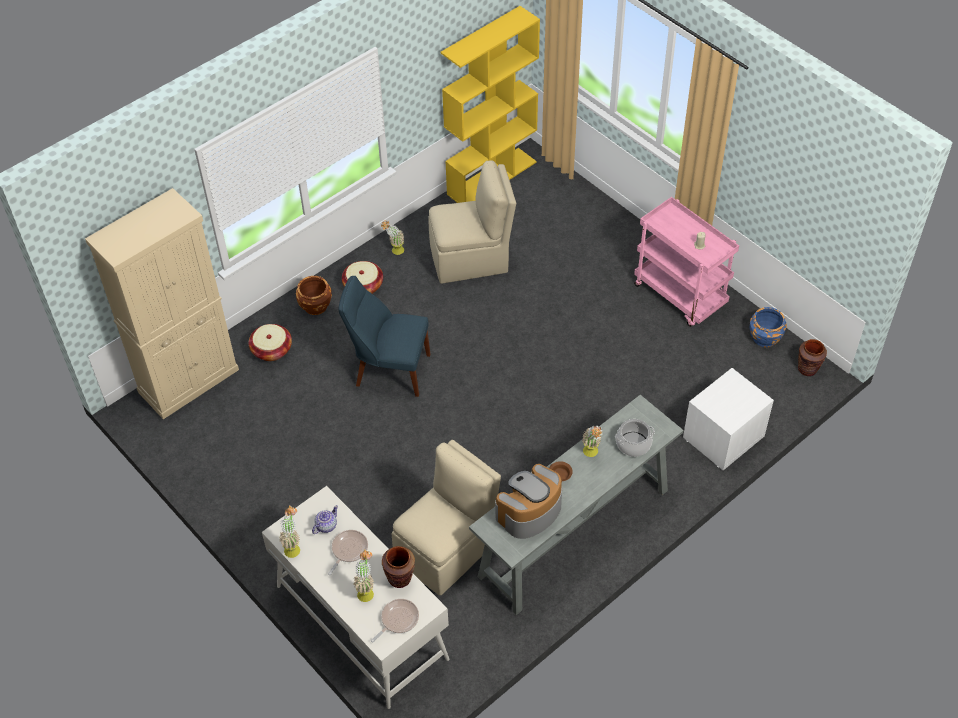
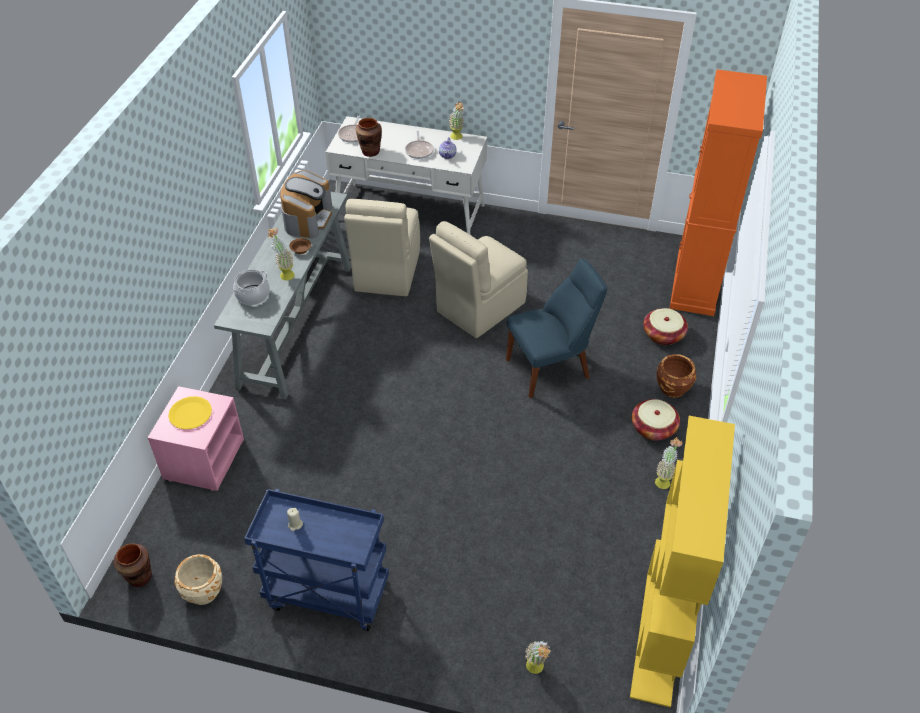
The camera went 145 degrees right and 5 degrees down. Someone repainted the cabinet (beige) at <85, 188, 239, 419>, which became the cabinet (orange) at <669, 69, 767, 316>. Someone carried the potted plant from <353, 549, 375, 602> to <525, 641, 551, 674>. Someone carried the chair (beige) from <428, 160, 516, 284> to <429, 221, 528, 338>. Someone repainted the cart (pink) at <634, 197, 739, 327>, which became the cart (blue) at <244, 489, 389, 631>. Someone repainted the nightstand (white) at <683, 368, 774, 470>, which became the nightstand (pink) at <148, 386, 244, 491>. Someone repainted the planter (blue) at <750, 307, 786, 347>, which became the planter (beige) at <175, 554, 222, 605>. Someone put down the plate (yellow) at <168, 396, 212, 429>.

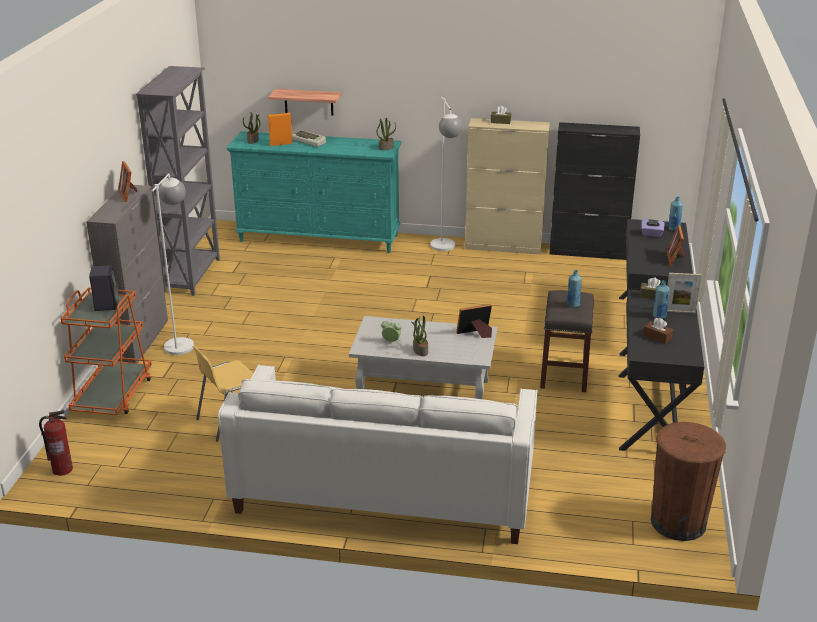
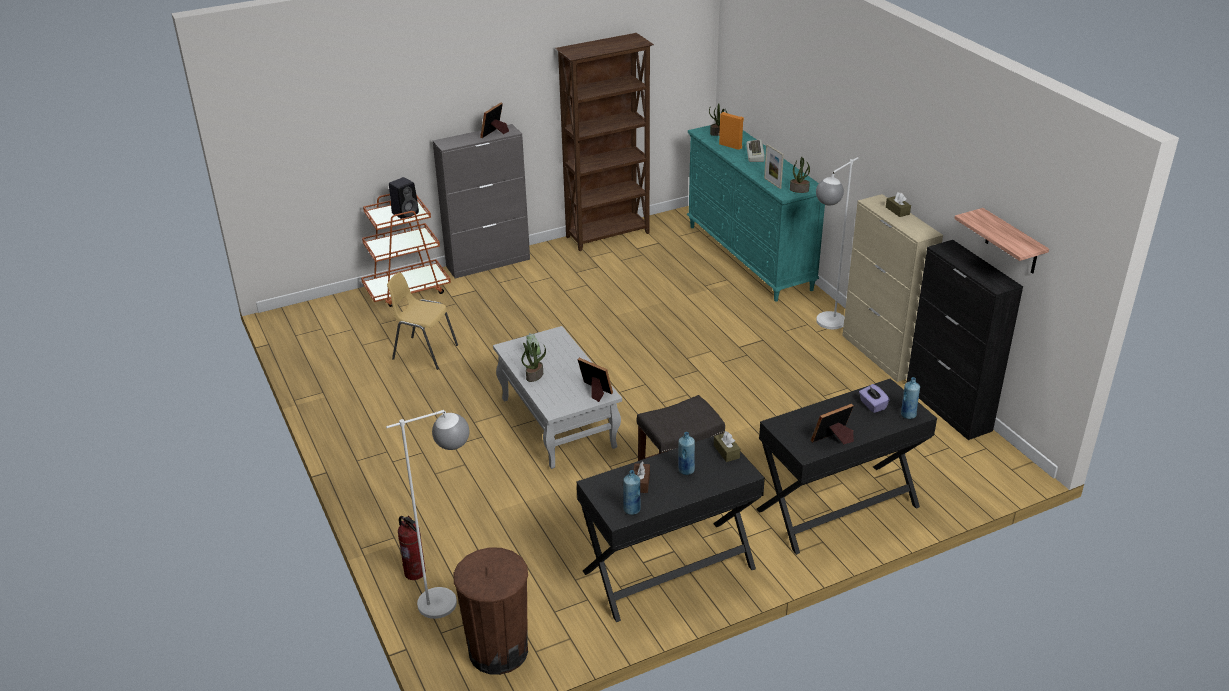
The camera went 55 degrees right and 5 degrees up. Someone carried the fire extinguisher from <39, 410, 73, 476> to <398, 516, 426, 580>. Someone repainted the bookcase (grey) at <136, 66, 220, 296>, which became the bookcase (brown) at <555, 33, 654, 251>. Someone carried the floor lamp (white) from <151, 173, 194, 355> to <386, 410, 470, 619>. Someone took away the sofa (white) at <218, 365, 538, 544>. Someone carried the shelf from <268, 89, 342, 116> to <954, 208, 1049, 274>. Someone carried the bottle (blue) from <567, 270, 582, 308> to <623, 470, 640, 515>. Someone carried the picture frame from <667, 273, 701, 313> to <764, 144, 784, 189>.

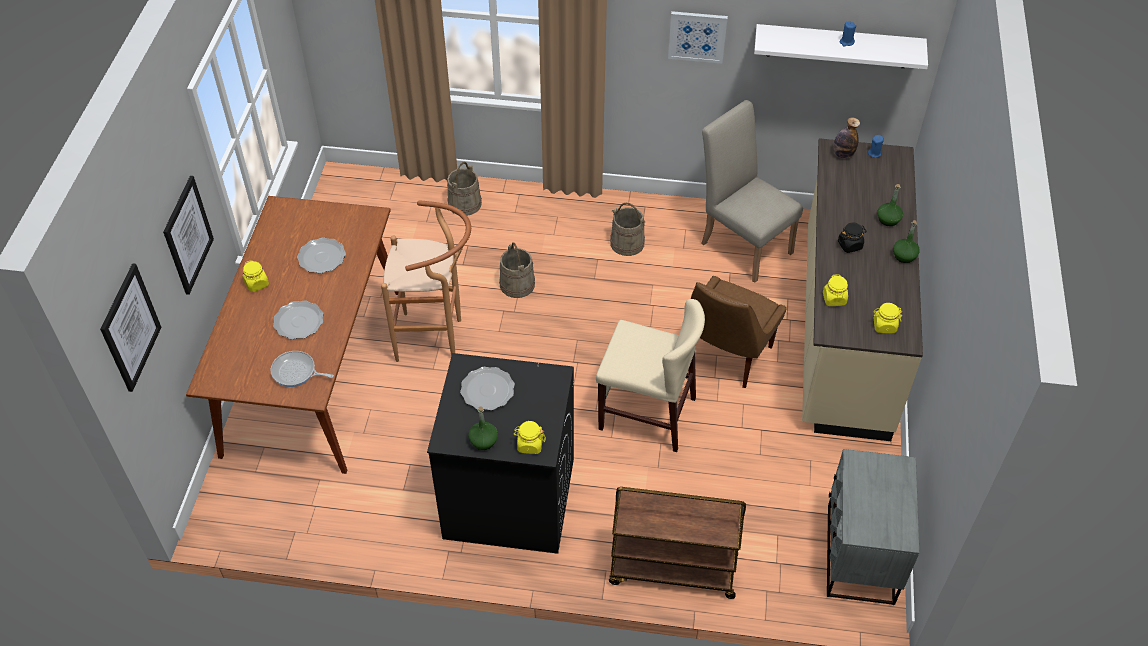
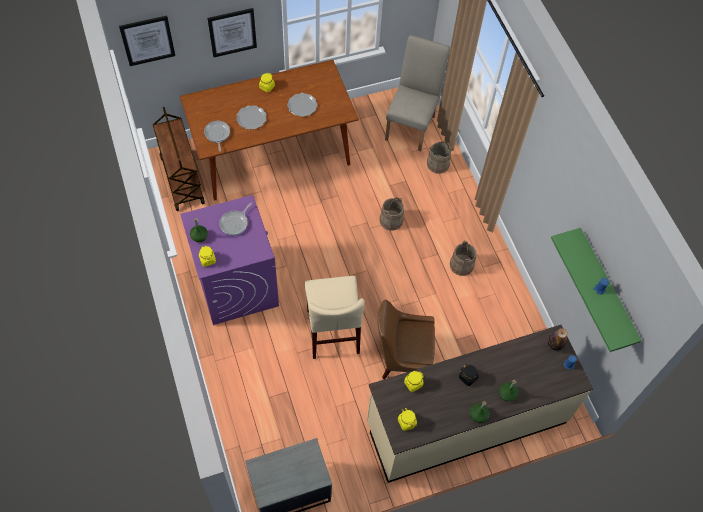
The camera went 60 degrees right and 10 degrees up. Someone took away the stool (brown) at <381, 200, 471, 362>. Someone repainted the washing machine (black) at <427, 353, 574, 554>, which became the washing machine (purple) at <180, 195, 279, 325>. Someone swapped the plate at <460, 367, 515, 410> for the frying pan at <219, 203, 252, 236>. Someone carried the cart (brown) from <609, 487, 746, 599> to <153, 107, 205, 211>. Someone took away the picture at <668, 11, 728, 64>. Someone carried the chair (beige) from <701, 100, 803, 283> to <385, 35, 450, 151>. Someone repainted the shelf (white) at <754, 24, 928, 69>, which became the shelf (green) at <551, 228, 642, 352>.

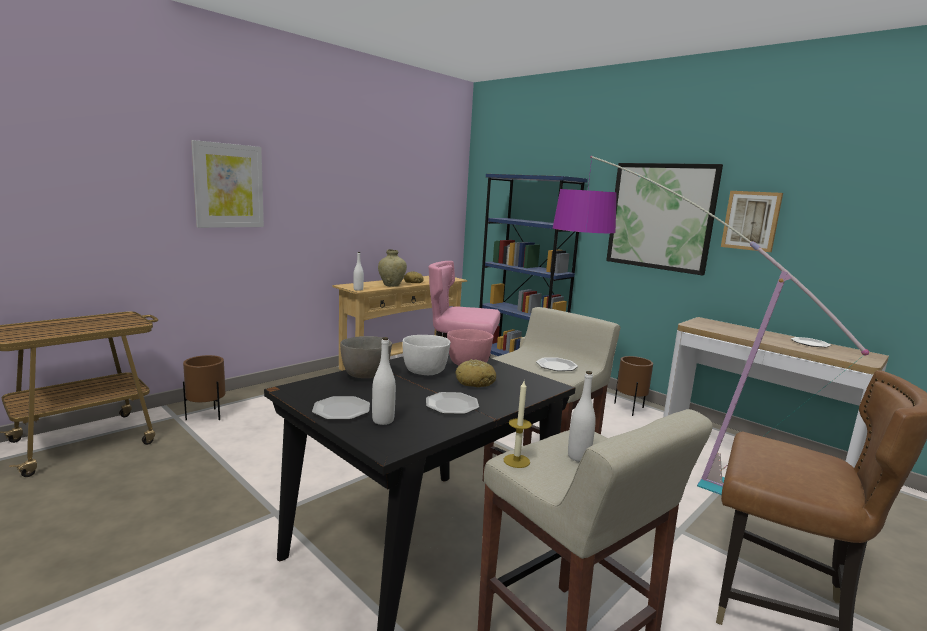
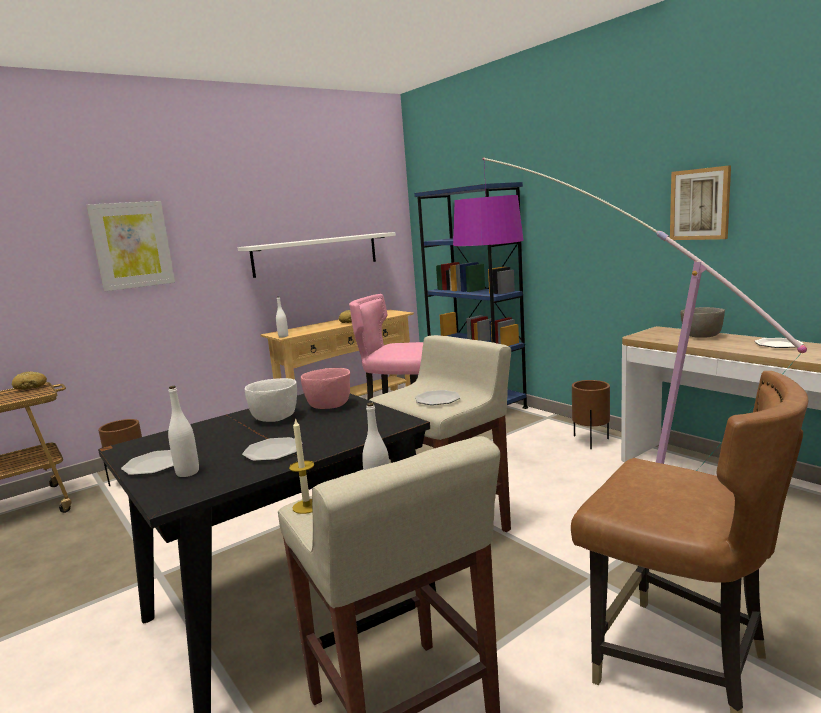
The camera went 10 degrees right and 0 degrees up. Someone carried the bowl (grey) from <340, 336, 392, 378> to <681, 307, 725, 338>. Someone took away the vase (beige) at <378, 249, 407, 287>. Someone carried the bread from <455, 359, 496, 387> to <12, 371, 47, 390>. Someone took away the picture at <606, 163, 723, 275>. Someone put up the shelf (white) at <237, 232, 396, 278>.

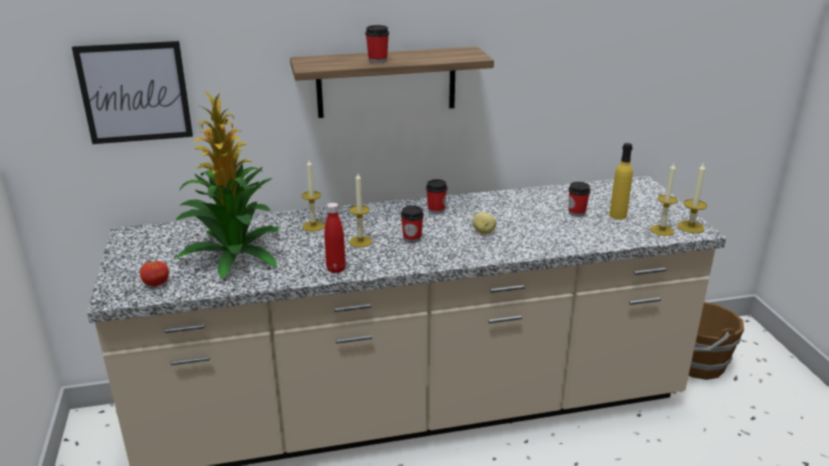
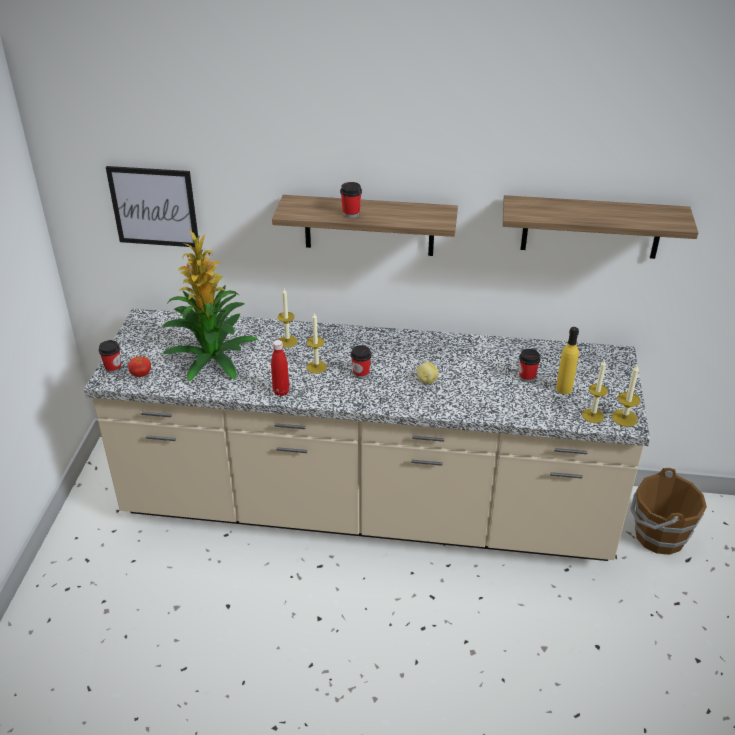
The camera went 20 degrees right and 10 degrees up. Someone carried the cup from <426, 179, 447, 214> to <99, 340, 121, 373>. Someone put up the shelf at <503, 195, 698, 259>.

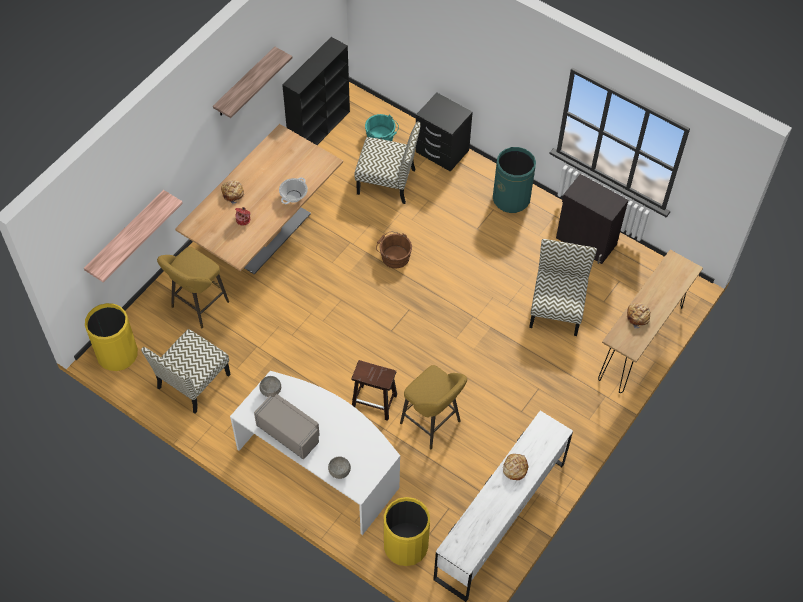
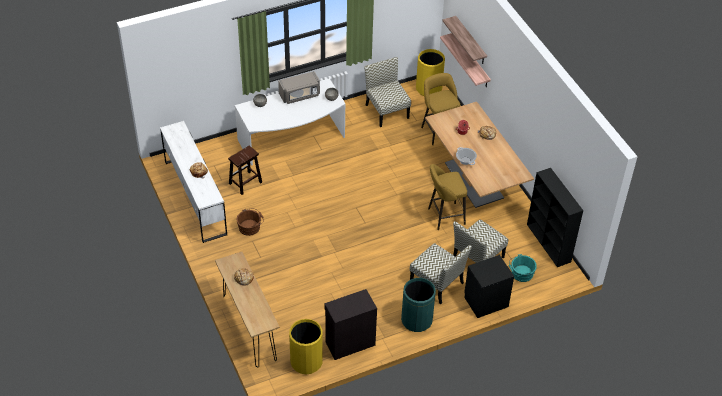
The camera went 120 degrees right and 10 degrees down. Someone carried the shelf from <213, 47, 292, 118> to <442, 16, 487, 64>. Someone carried the stool (brown) from <351, 360, 397, 421> to <228, 146, 262, 195>. Someone carried the bucket (brown) from <376, 232, 412, 269> to <237, 209, 264, 236>. Someone carried the trash can (yellow) from <384, 497, 430, 566> to <289, 319, 323, 375>. Someone carried the stool (yellow) from <400, 365, 467, 449> to <428, 164, 467, 230>. Someone carried the chair from <529, 239, 597, 336> to <410, 243, 472, 304>.

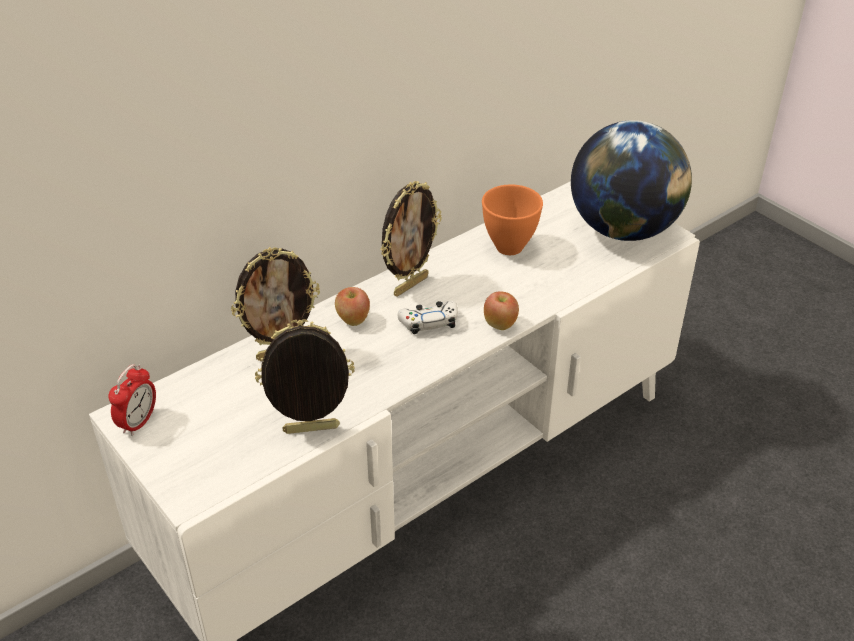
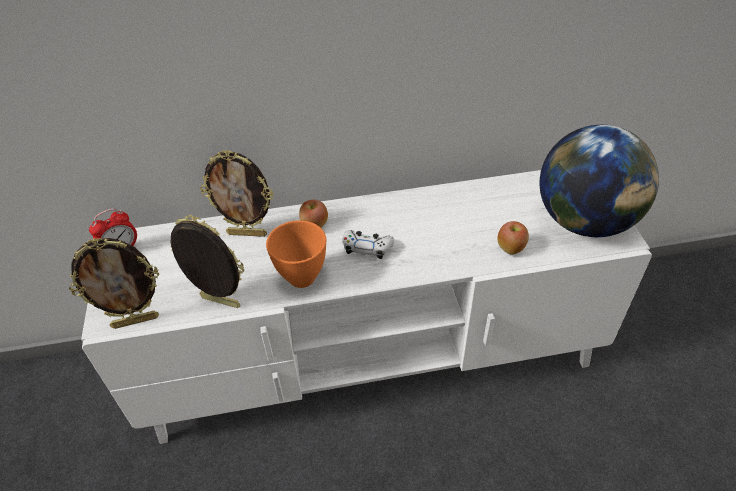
The camera went 30 degrees right and 5 degrees up. Someone carried the picture frame from <380, 181, 442, 297> to <69, 238, 159, 329>. Someone carried the bowl (orange) from <482, 185, 543, 255> to <266, 220, 326, 288>. Someone carried the apple from <484, 291, 519, 330> to <498, 221, 529, 254>.

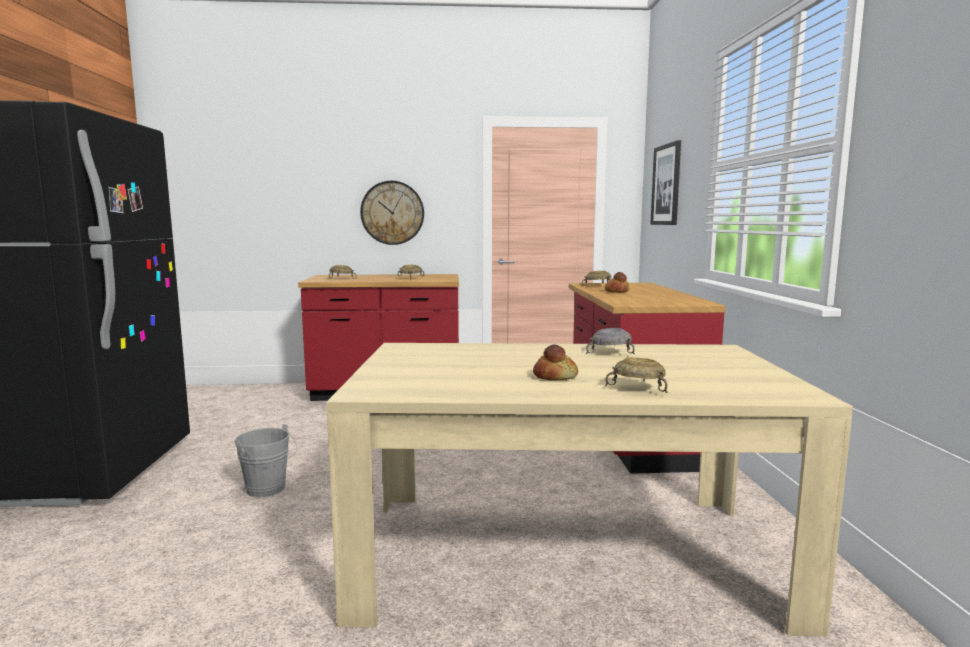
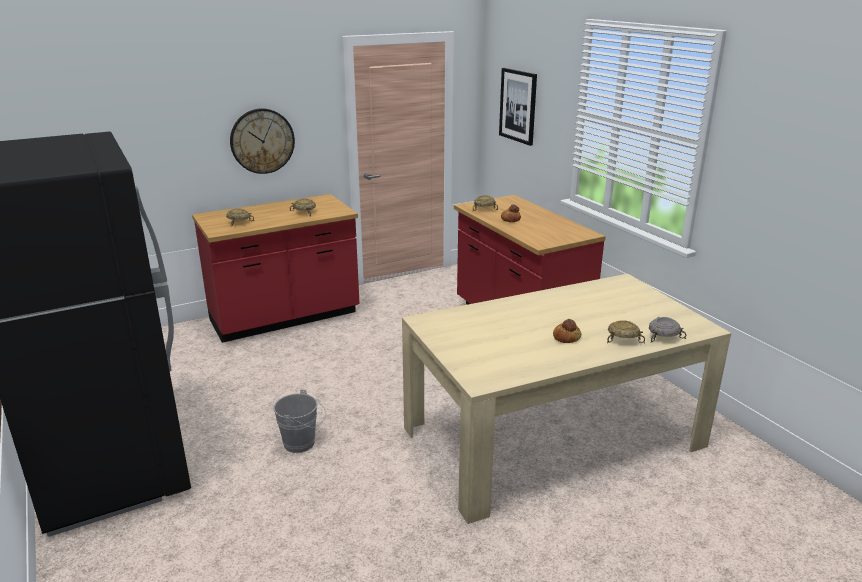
The camera went 25 degrees left and 15 degrees up. Someone carried the bowl (grey) from <586, 328, 635, 354> to <649, 317, 686, 343>.

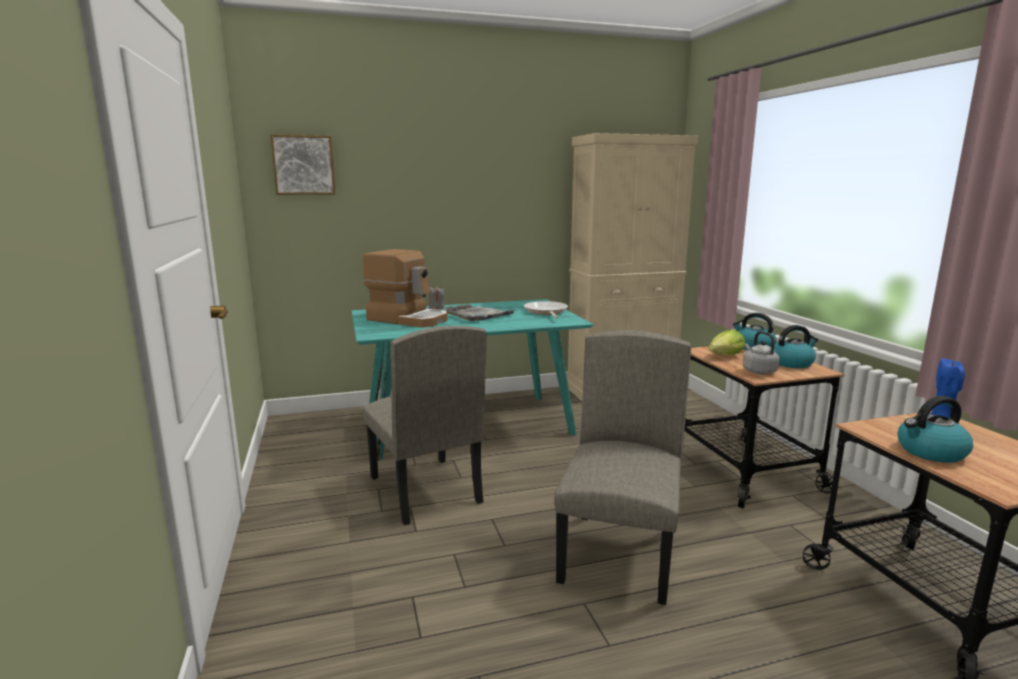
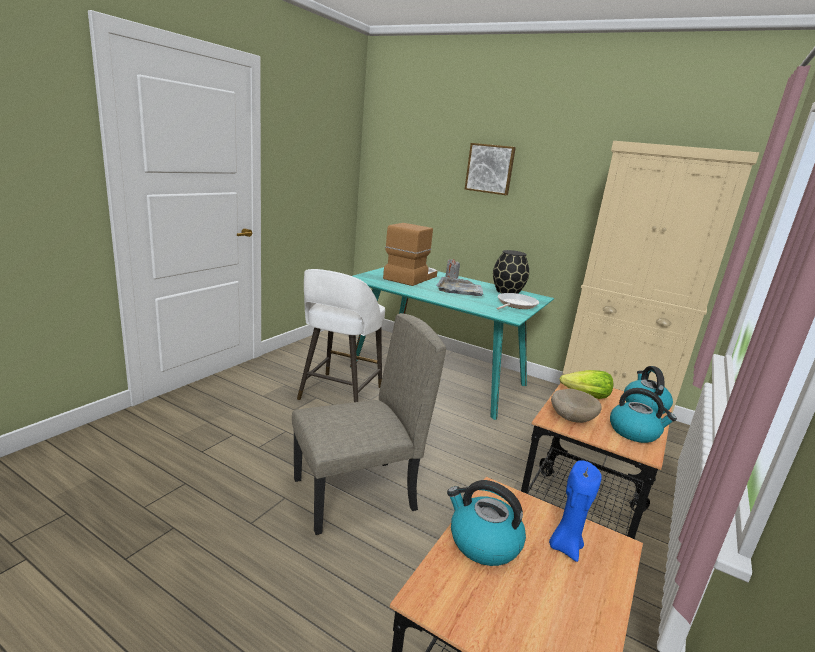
The camera went 45 degrees right and 5 degrees up. Someone carried the picture from <270, 135, 335, 195> to <465, 143, 516, 195>. Someone rotated the coffee machine at <363, 249, 448, 328> by 135 degrees counterclockwise. Someone swapped the chair (beige) at <363, 326, 487, 525> for the stool (white) at <297, 269, 385, 402>. Someone swapped the kettle (grey) at <743, 331, 780, 374> for the bowl (beige) at <551, 389, 601, 423>. Someone put down the vase (black) at <493, 250, 529, 294>.

